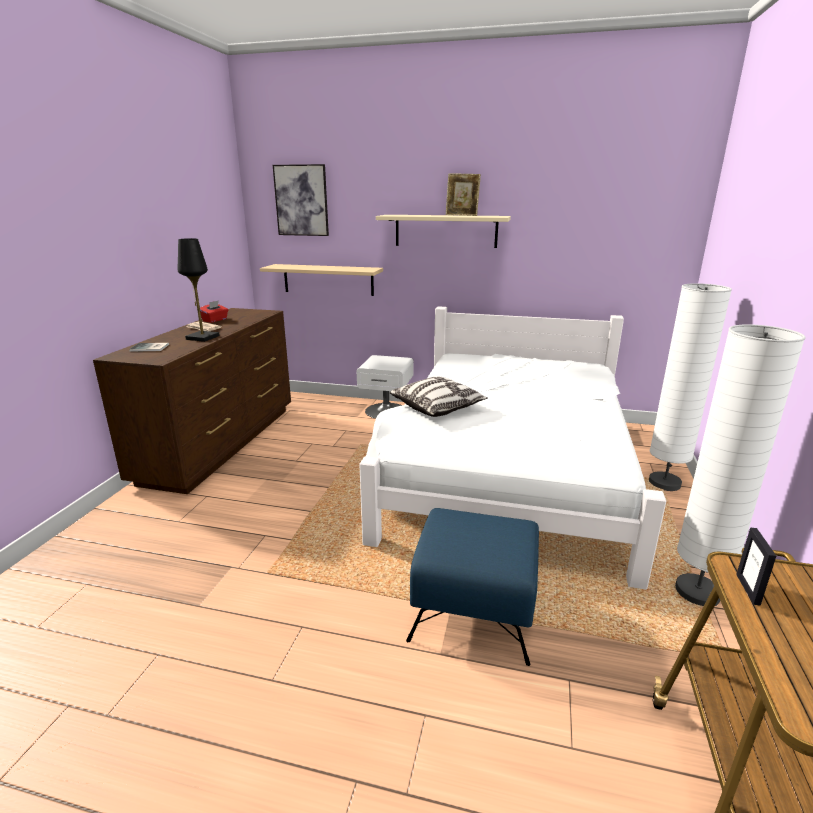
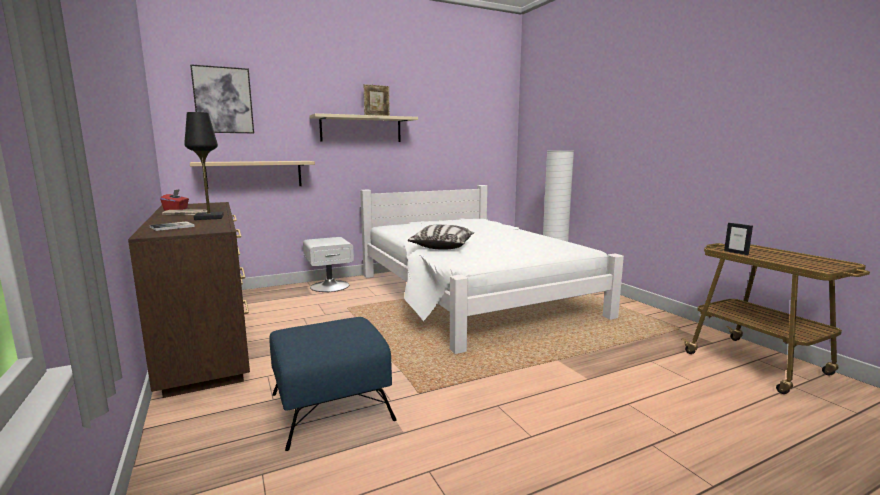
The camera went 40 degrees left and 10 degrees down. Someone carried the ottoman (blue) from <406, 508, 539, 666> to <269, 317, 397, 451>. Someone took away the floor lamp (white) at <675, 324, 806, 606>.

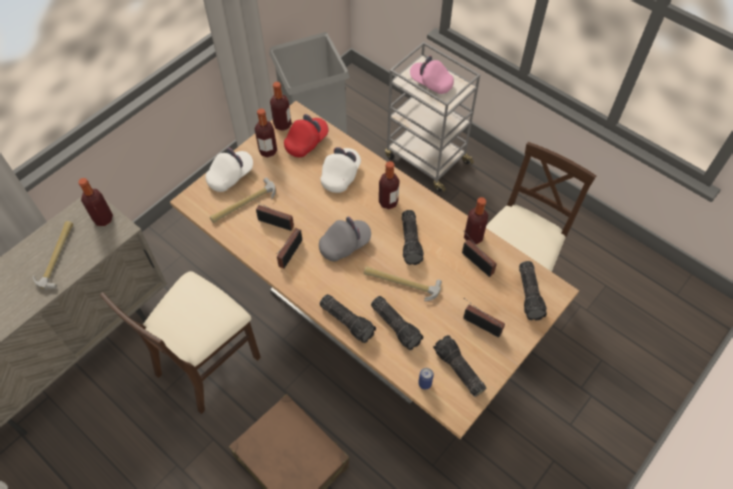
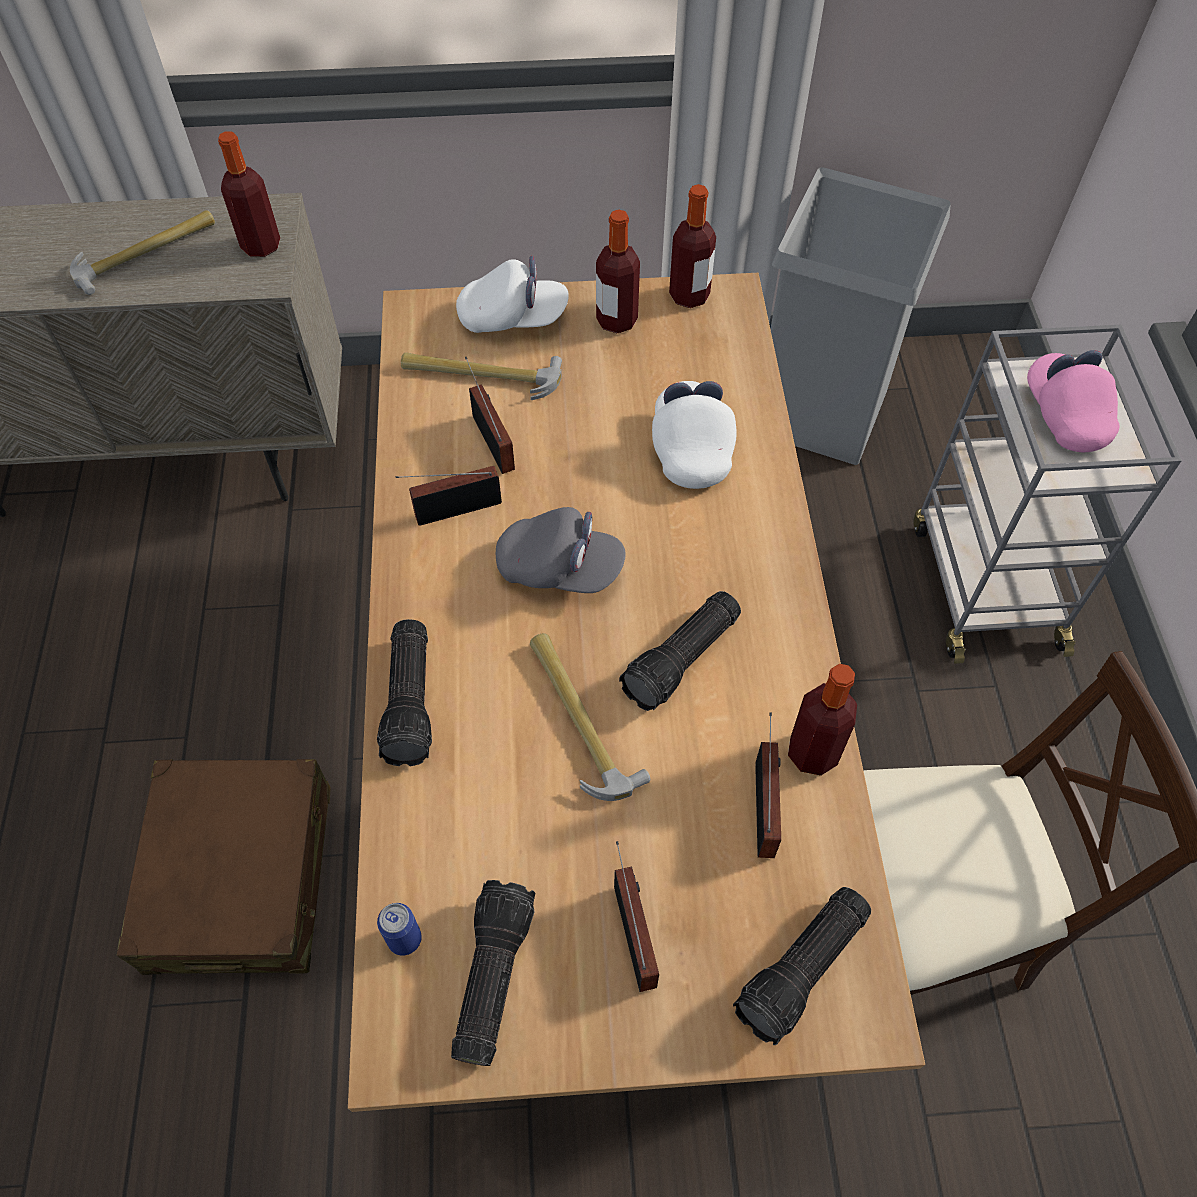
The camera went 45 degrees right and 0 degrees up. Someone took away the chair (beige) at <100, 271, 261, 414>. Someone took away the cap (red) at <284, 114, 329, 157>. Someone rotated the cap (white) at <320, 147, 361, 193> by 75 degrees counterclockwise. Someone took away the flashlight at <371, 296, 424, 350>. Someone took away the bottle at <379, 161, 400, 209>.

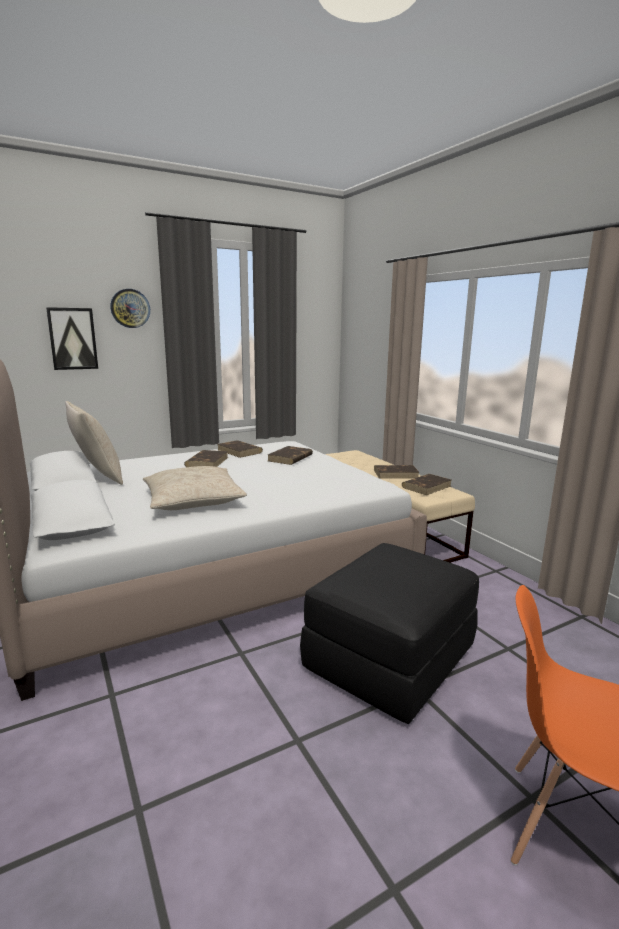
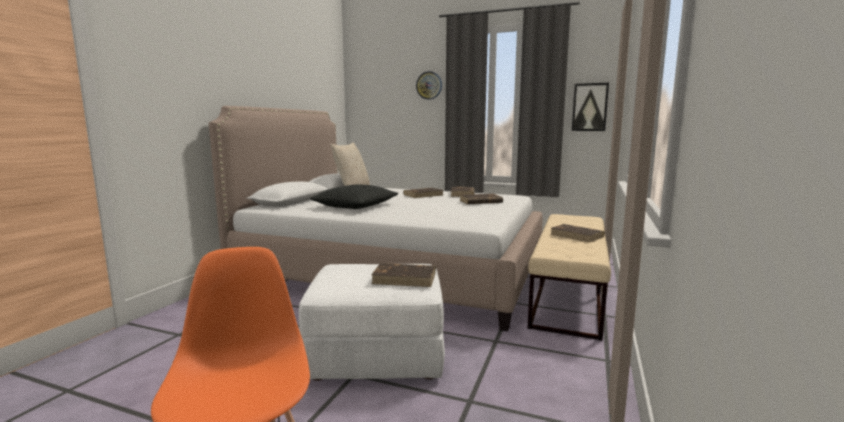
The camera went 50 degrees right and 5 degrees down. Someone carried the picture from <46, 307, 98, 370> to <572, 83, 609, 131>. Someone repainted the pillow (beige) at <143, 466, 247, 510>, which became the pillow (black) at <310, 184, 399, 209>. Someone repainted the ottoman (black) at <300, 543, 479, 724>, which became the ottoman (white) at <299, 264, 445, 381>. Someone carried the book (brown) from <402, 474, 451, 495> to <371, 263, 436, 287>.

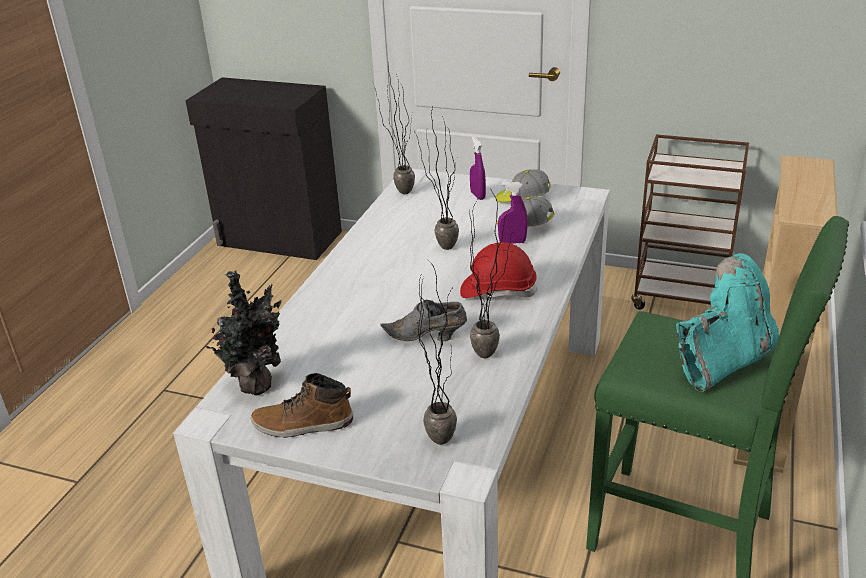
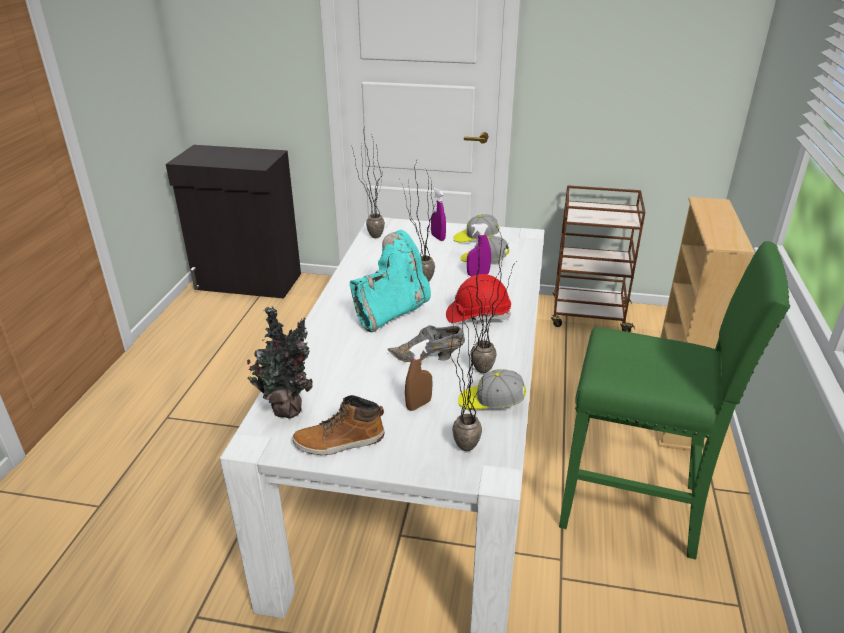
The camera went 10 degrees left and 0 degrees up. Someone carried the boot (turquoise) from <676, 253, 779, 392> to <350, 230, 431, 332>. Someone put down the spray bottle (brown) at <405, 339, 432, 411>. Someone put down the cap at <458, 369, 526, 410>.

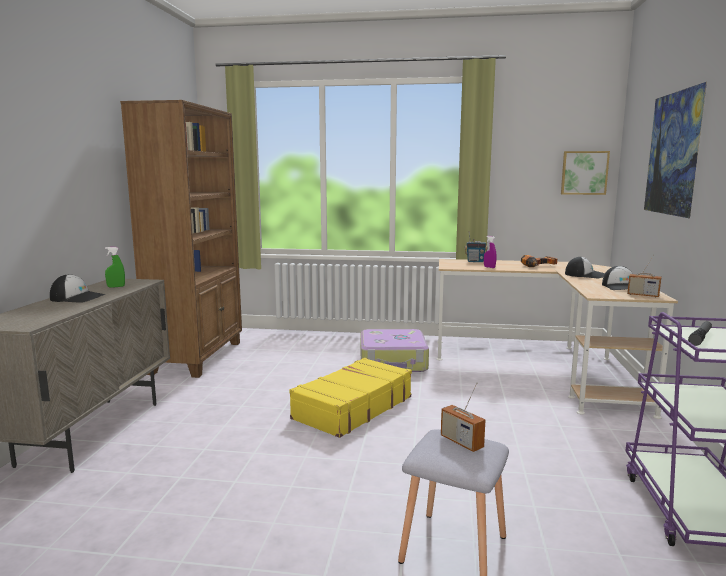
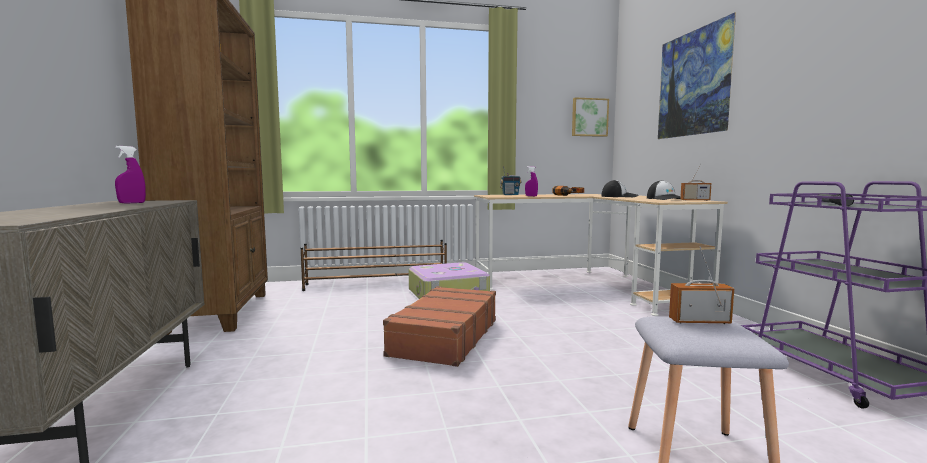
The camera went 20 degrees left and 5 degrees down. Someone took away the cap at <50, 274, 106, 303>. Someone repainted the spray bottle (green) at <105, 247, 125, 288>, which became the spray bottle (purple) at <115, 146, 146, 203>. Someone repainted the suitcase (yellow) at <289, 358, 412, 438>, which became the suitcase (brown) at <383, 286, 496, 367>. Someone rotated the radio at <441, 382, 485, 452> by 150 degrees clockwise. Someone put down the shoe rack (brown) at <301, 240, 447, 291>.

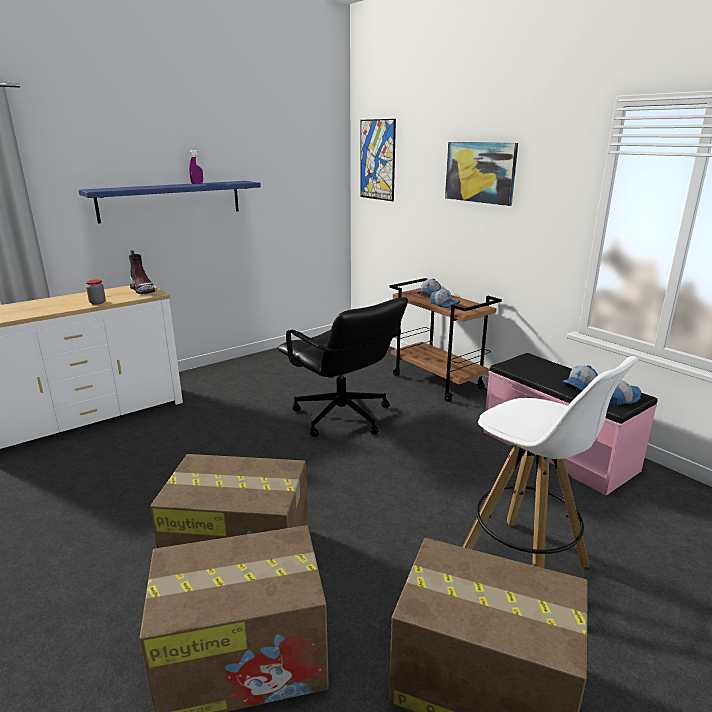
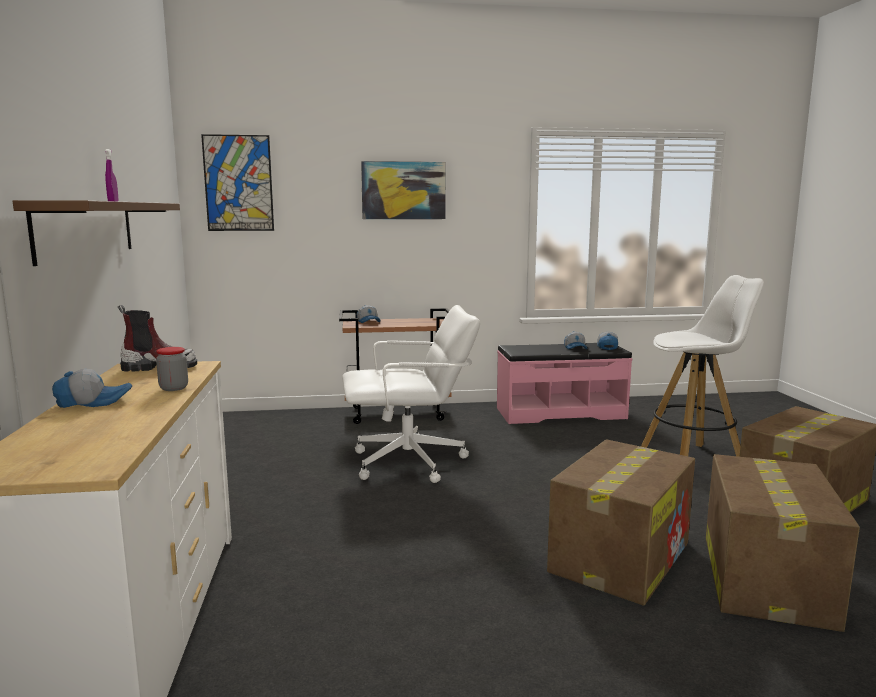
The camera went 60 degrees left and 10 degrees down. Someone repainted the shelf (blue) at <78, 181, 261, 224>, which became the shelf (brown) at <13, 200, 180, 266>. Someone repainted the office chair (black) at <278, 297, 408, 437>, which became the office chair (white) at <342, 305, 480, 483>. Someone carried the cap from <430, 289, 461, 308> to <52, 369, 132, 408>.

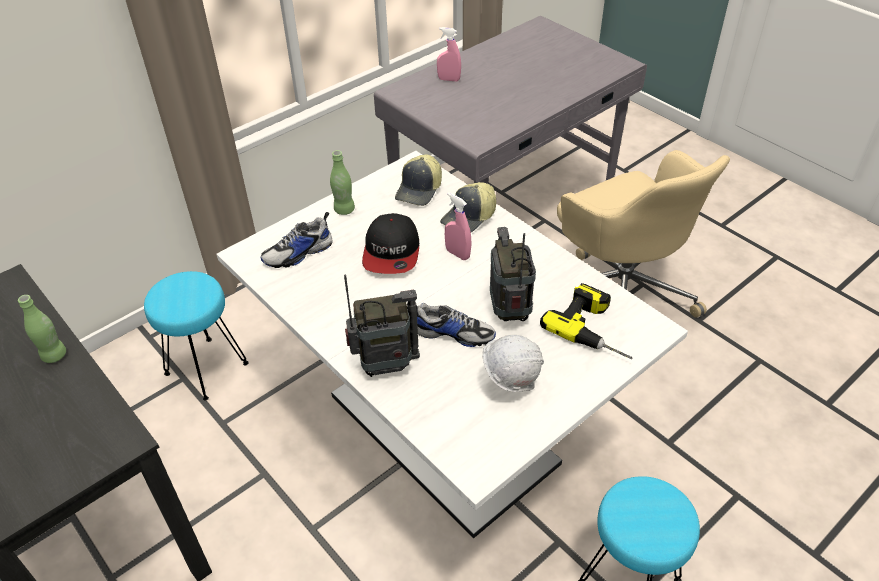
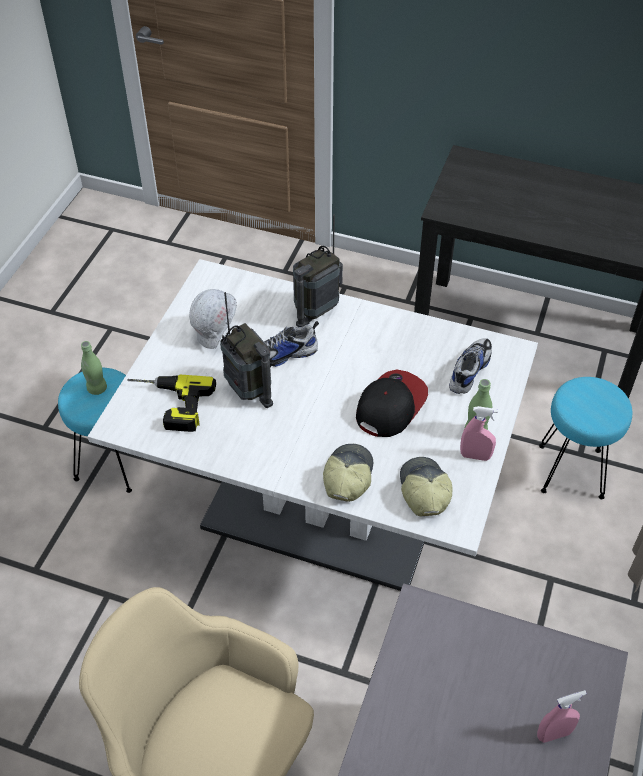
The camera went 150 degrees right and 5 degrees up. Someone carried the bottle (green) from <18, 295, 66, 363> to <81, 341, 107, 395>. Someone rotated the cap at <362, 213, 419, 274> by 60 degrees clockwise. Someone carried the spray bottle (pink) from <445, 193, 471, 260> to <460, 406, 498, 461>.

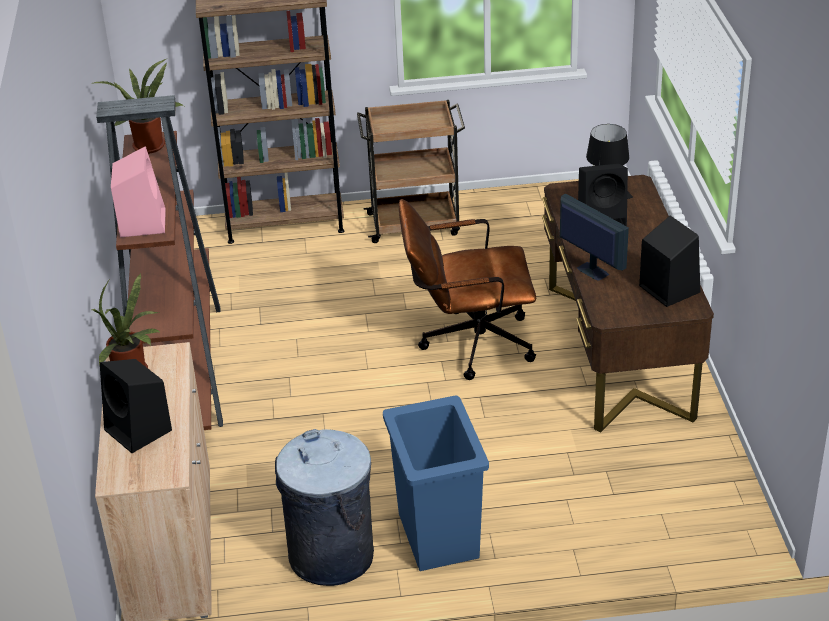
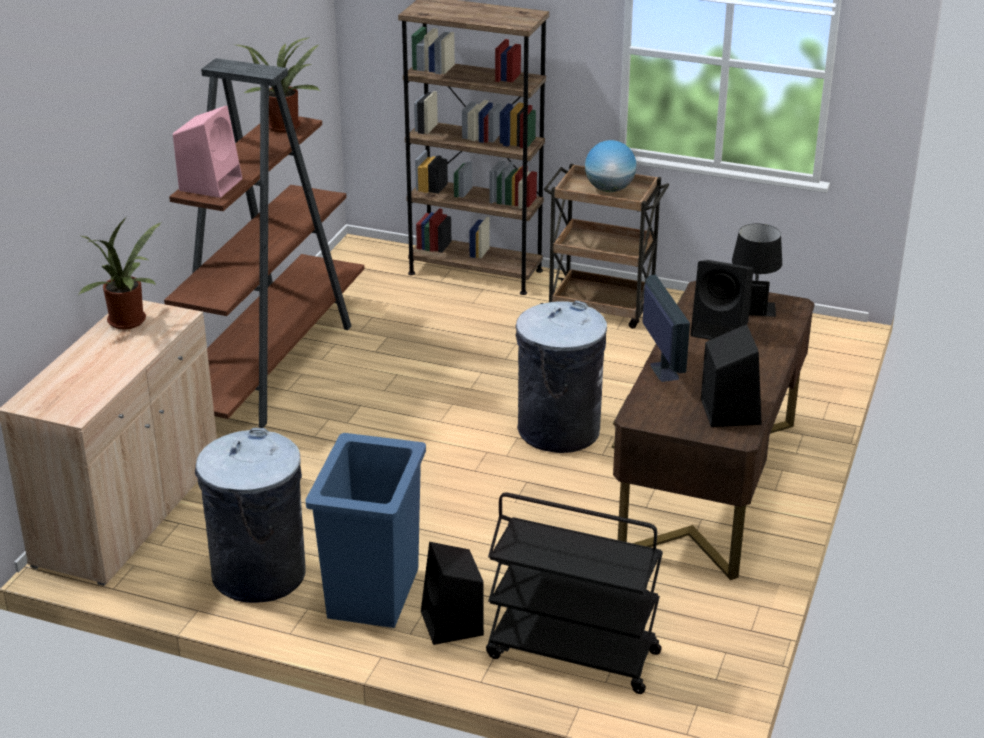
The camera went 25 degrees right and 5 degrees down. Someone carried the speaker (black) from <100, 359, 172, 453> to <421, 542, 484, 645>. Someone swapped the office chair (brown) at <399, 199, 536, 380> for the trash can (grey) at <515, 301, 607, 453>. Someone put down the cart (black) at <486, 493, 663, 694>. Someone put down the globe at <585, 140, 637, 192>.

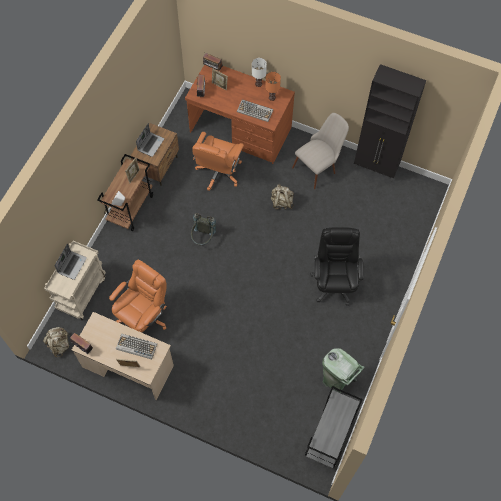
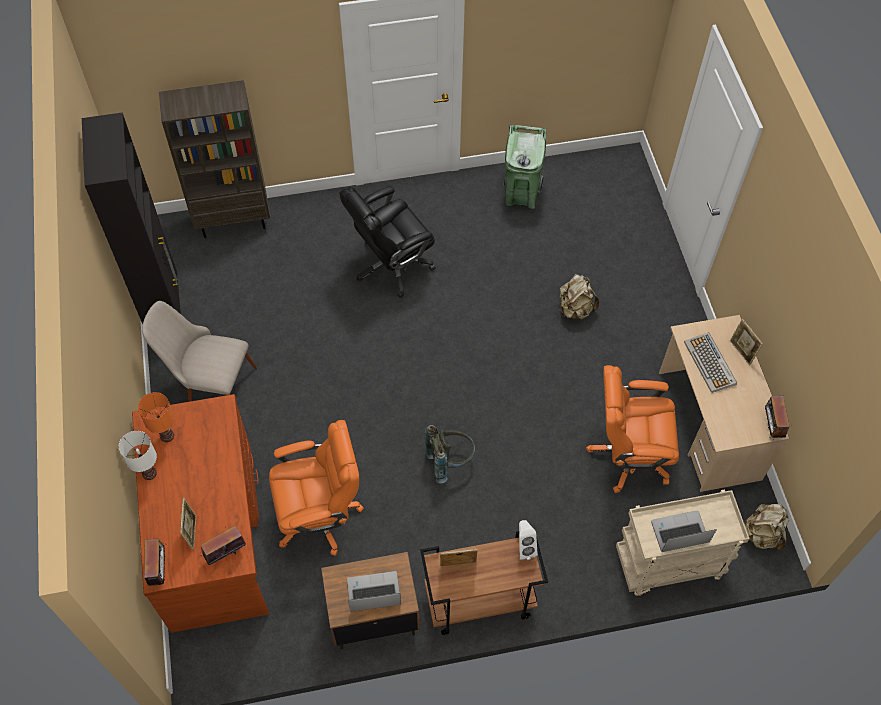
The camera went 125 degrees left and 5 degrees down. Someone took away the keyboard at <237, 99, 273, 122>. Someone carried the backpack (beige) from <271, 184, 294, 210> to <560, 274, 599, 319>. Someone took away the cart (grey) at <305, 386, 363, 469>. Someone put down the bookcase (brown) at <159, 80, 270, 238>.

